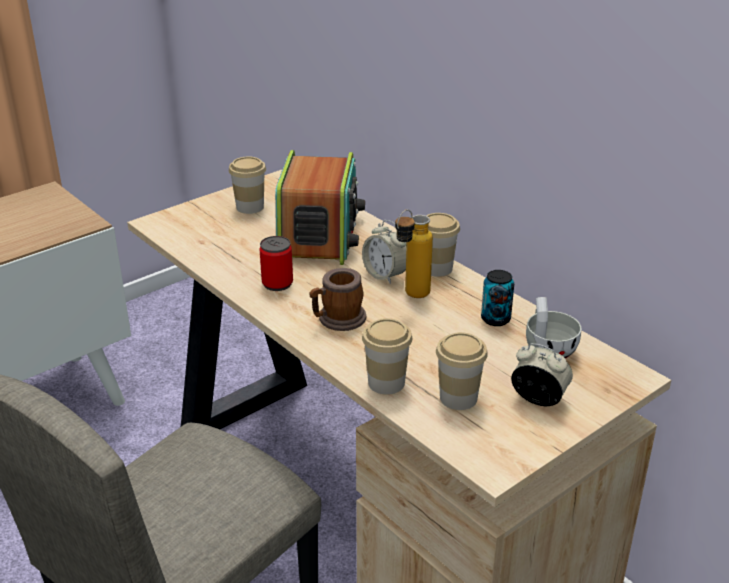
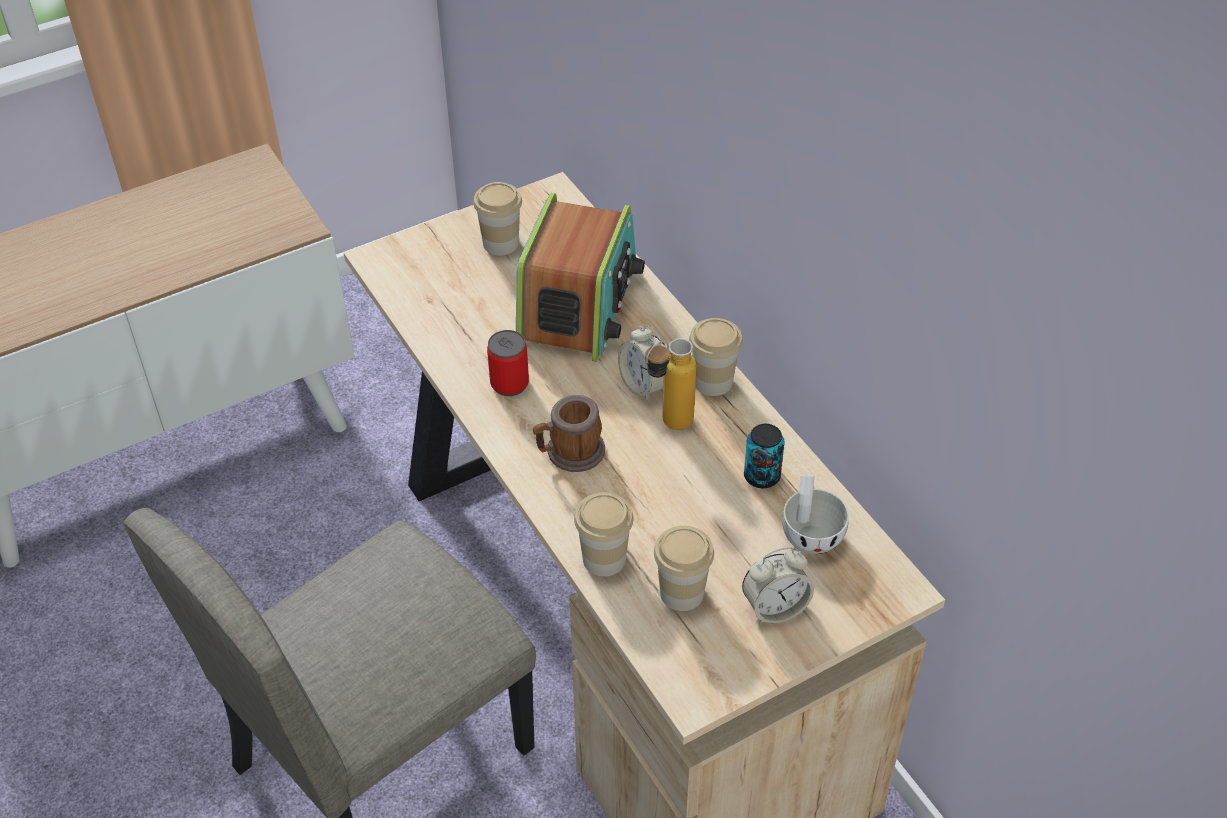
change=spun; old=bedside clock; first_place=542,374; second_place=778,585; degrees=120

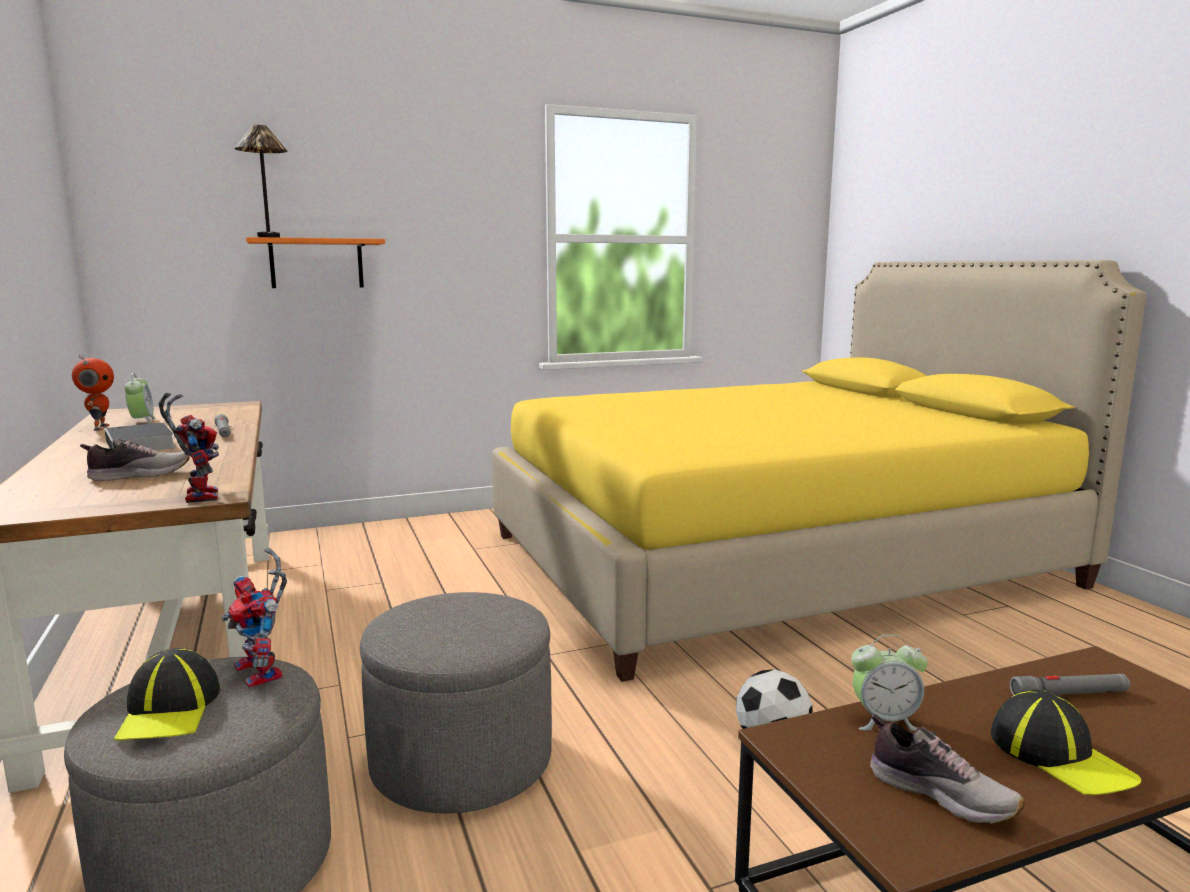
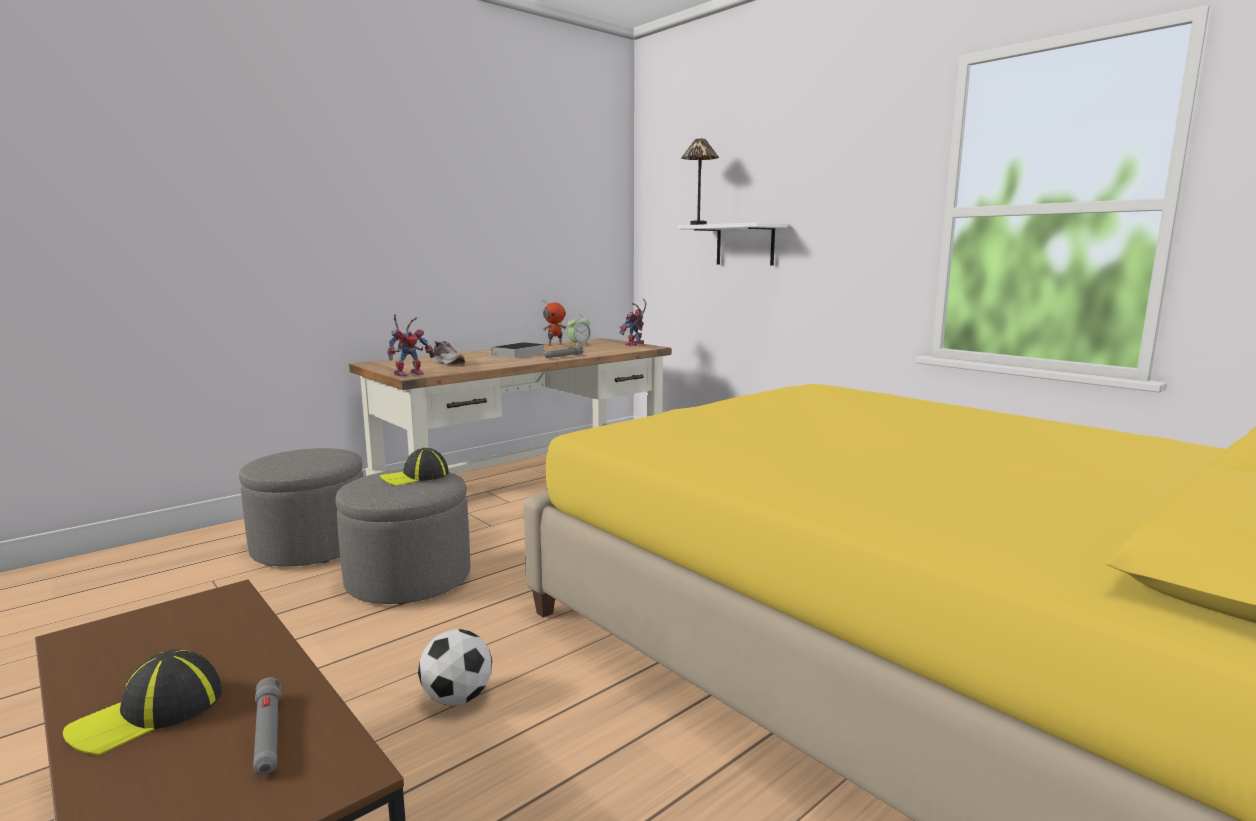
change=missing; old=bedside clock; first_place=889,683
change=missing; old=shoe; first_place=947,769
change=relocated; old=baseball cap; first_place=167,694; second_place=414,467
change=relocated; old=toy robot; first_place=254,618; second_place=632,322
change=colour; old=orange-coloured wall shelf; new=whitish wall shelf; first_place=315,262; second_place=733,243

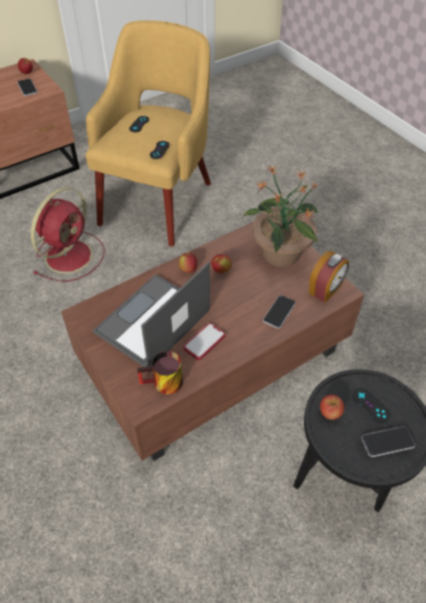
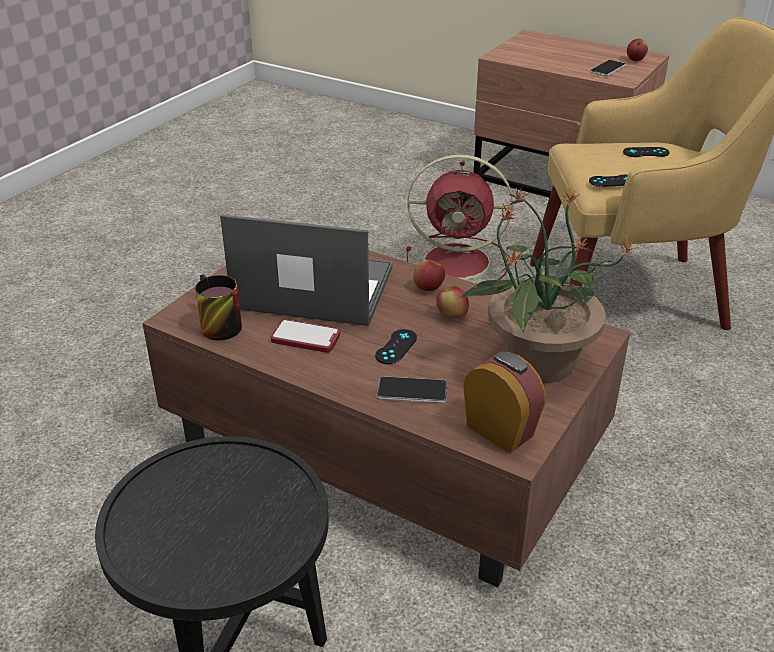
change=missing; old=whole apple; first_place=332,407
change=missing; old=handset; first_place=388,441
change=relocated; old=black game controller; first_place=371,405; second_place=396,346
change=spun; old=bedside clock; first_place=329,276; second_place=504,402; degrees=-150

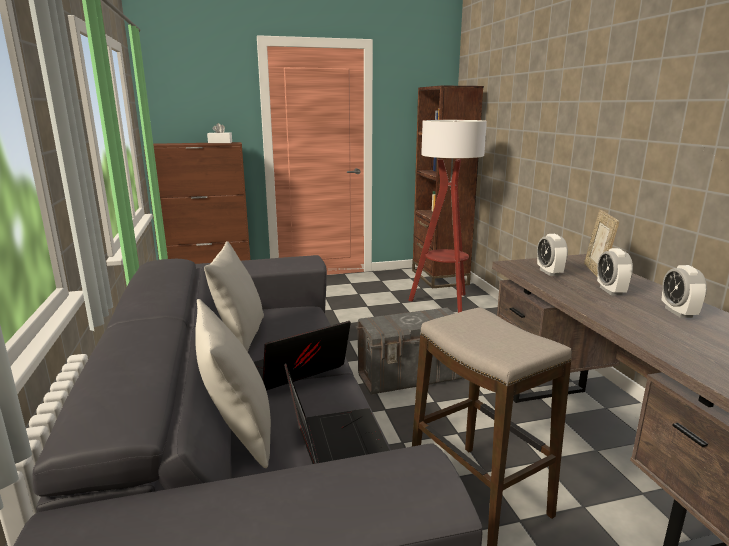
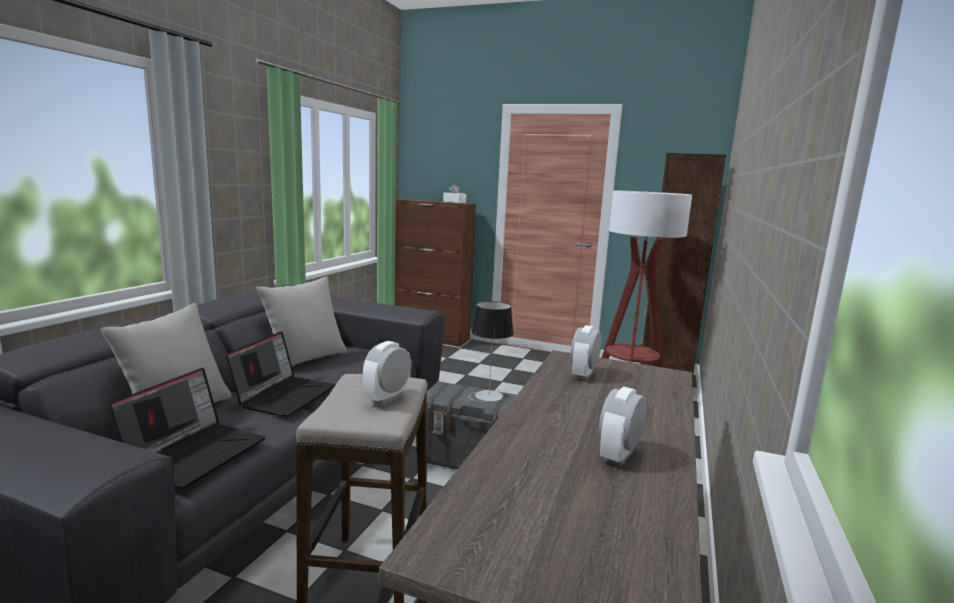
change=missing; old=picture frame; first_place=601,243
change=appeared; new=table lamp; second_place=492,351
change=relocated; old=bedside clock; first_place=615,271; second_place=387,373
change=spun; old=notebook computer; first_place=302,356; second_place=281,374; degrees=105

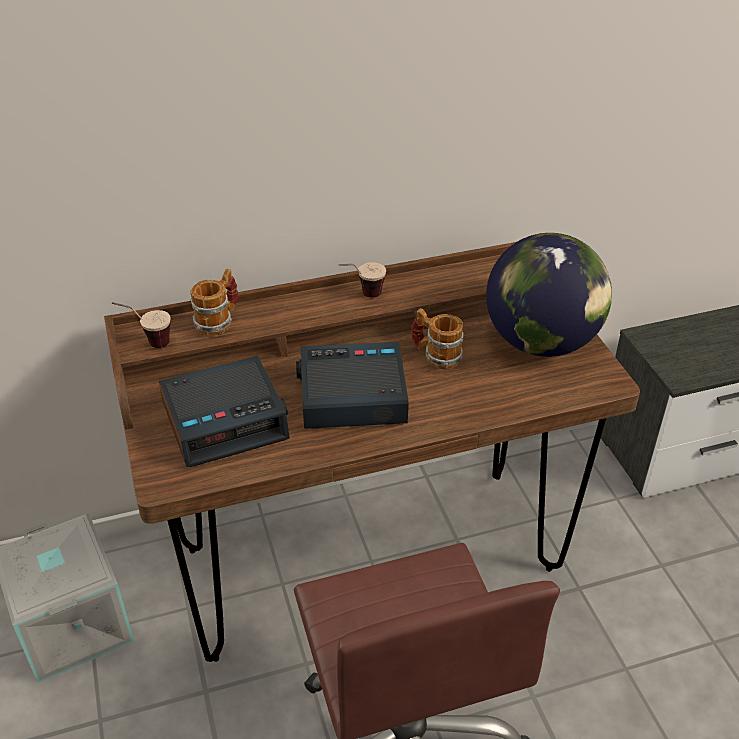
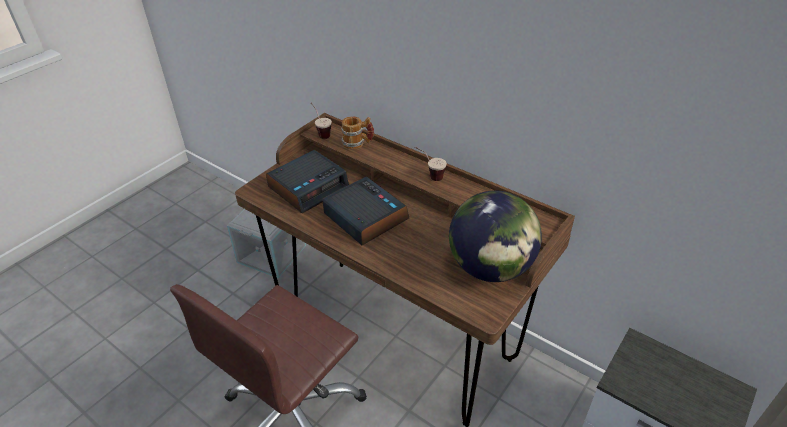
change=missing; old=coffee mug; first_place=437,339
change=spun; old=bedside clock; first_place=224,412; second_place=307,181; degrees=-75

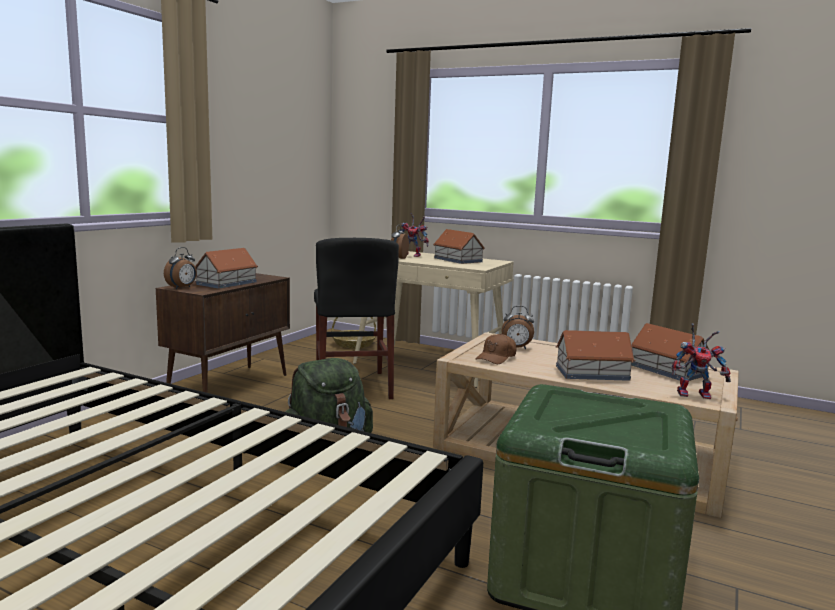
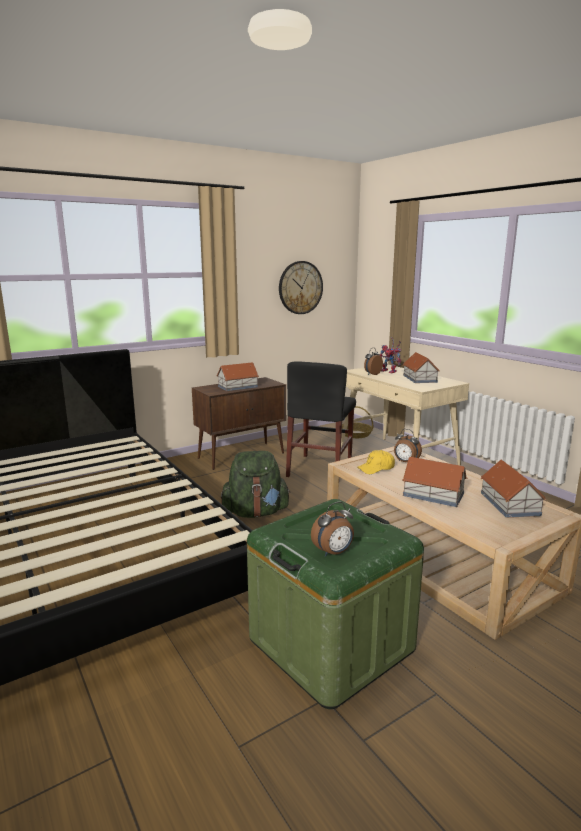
change=missing; old=toy robot; first_place=701,361
change=appeared; new=wall clock; second_place=301,287
change=relocated; old=bedside clock; first_place=180,268; second_place=332,529
change=colour; old=brown-coloured baseball cap; new=yellow-coloured baseball cap; first_place=496,349; second_place=376,462

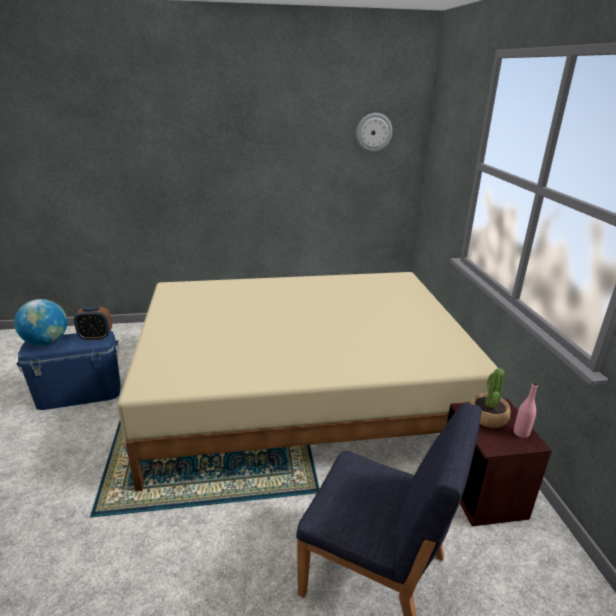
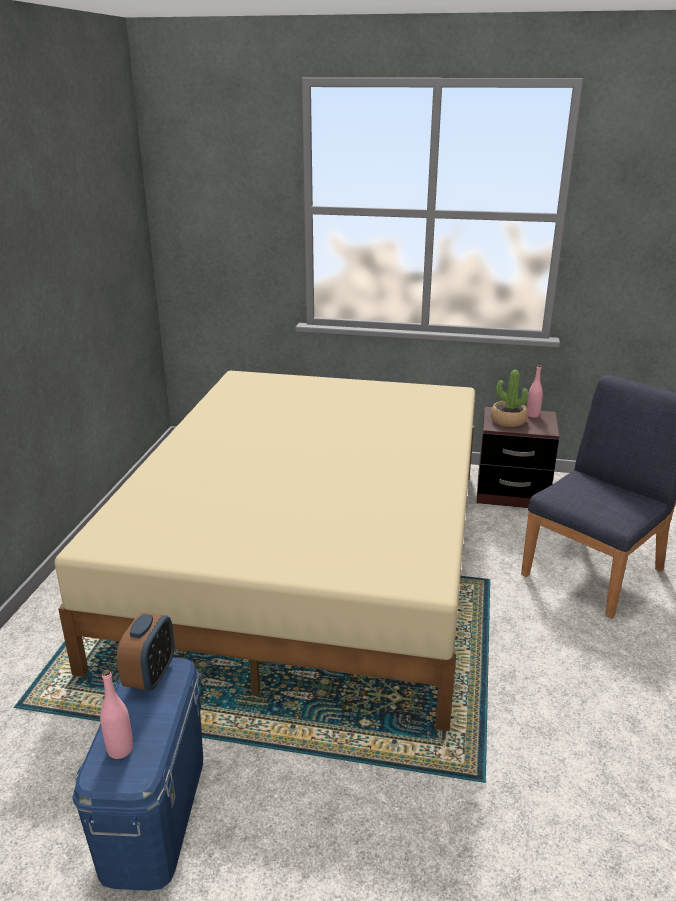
change=missing; old=wall clock; first_place=374,132
change=exchanged; old=world globe; new=pinkish drink bottle; first_place=40,322; second_place=116,714

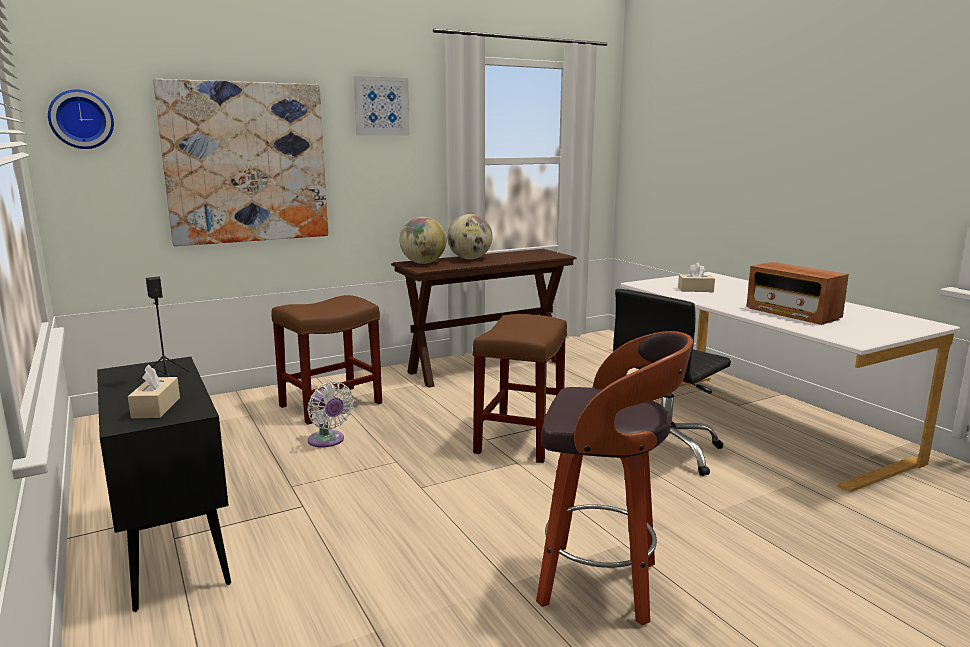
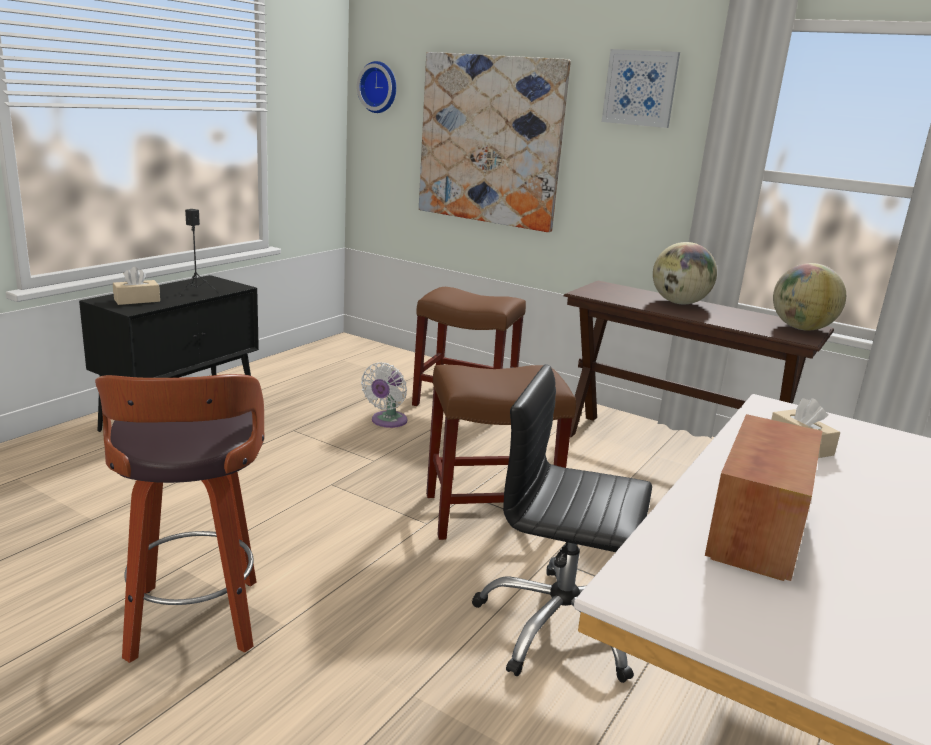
change=relocated; old=world globe; first_place=423,240; second_place=809,297

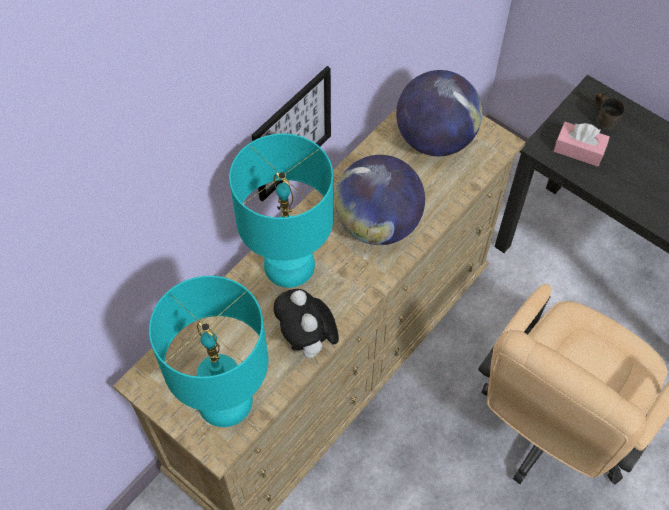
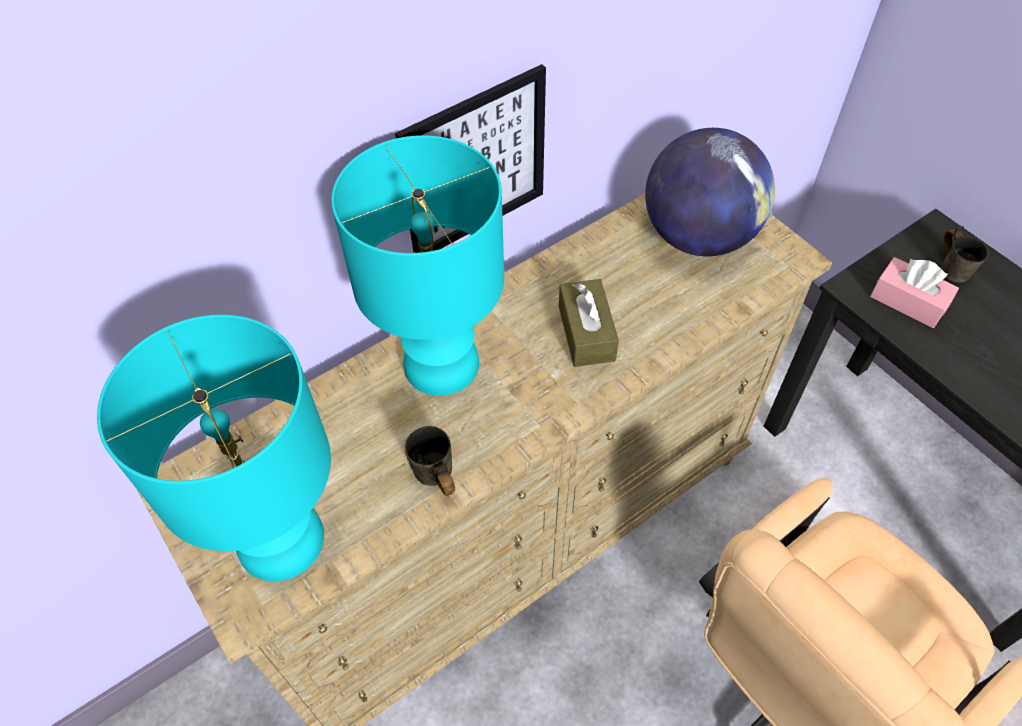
change=exchanged; old=cuddly toy; new=gray coffee mug; first_place=306,326; second_place=430,461
change=exchanged; old=world globe; new=brown-coloured tissue box; first_place=380,200; second_place=589,323

